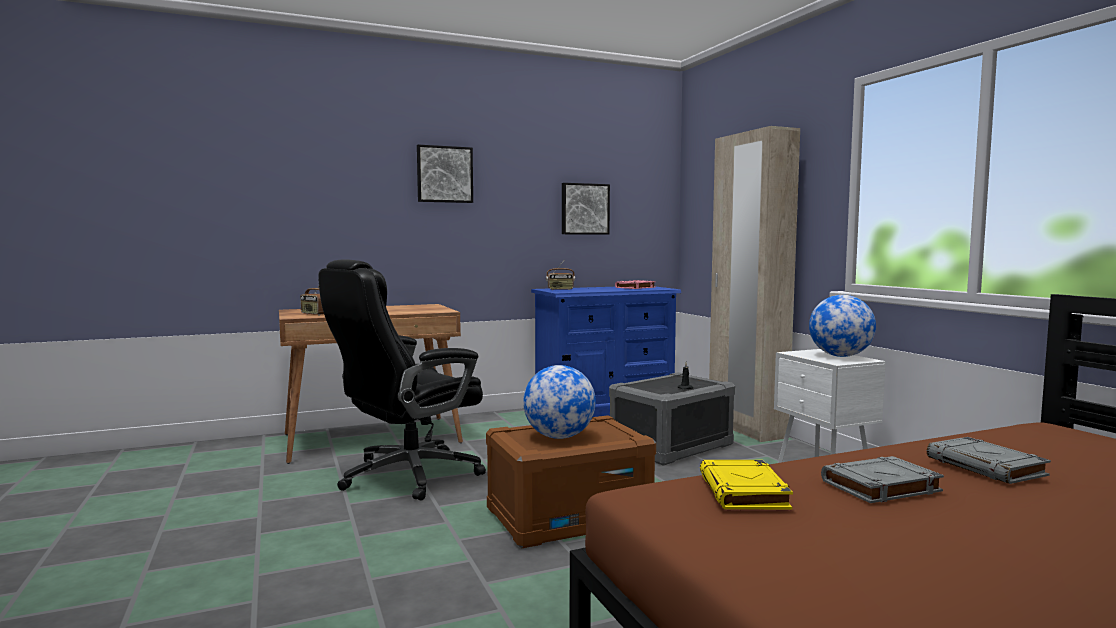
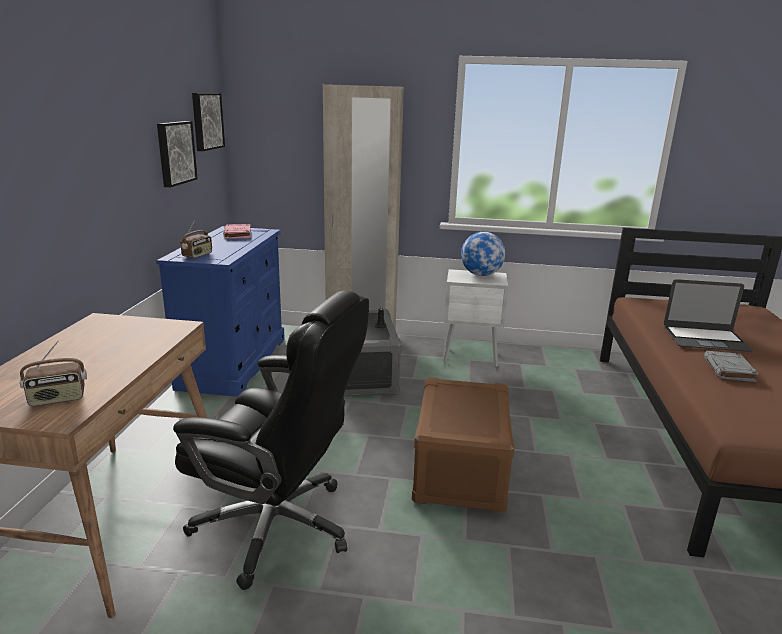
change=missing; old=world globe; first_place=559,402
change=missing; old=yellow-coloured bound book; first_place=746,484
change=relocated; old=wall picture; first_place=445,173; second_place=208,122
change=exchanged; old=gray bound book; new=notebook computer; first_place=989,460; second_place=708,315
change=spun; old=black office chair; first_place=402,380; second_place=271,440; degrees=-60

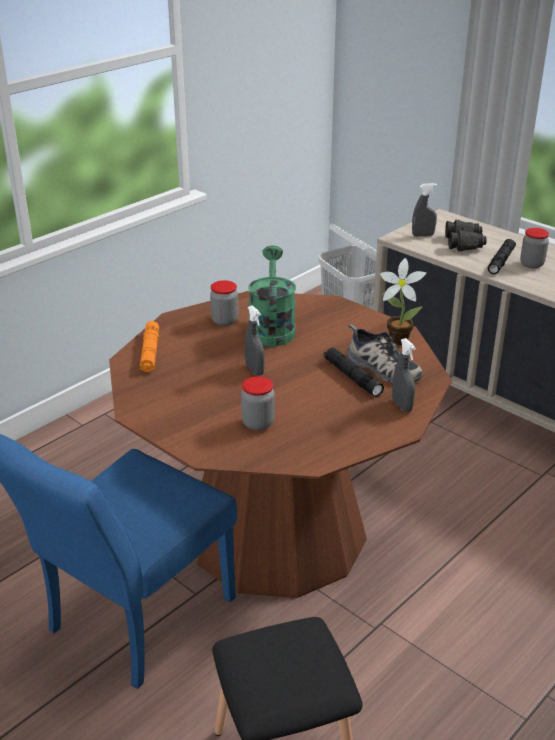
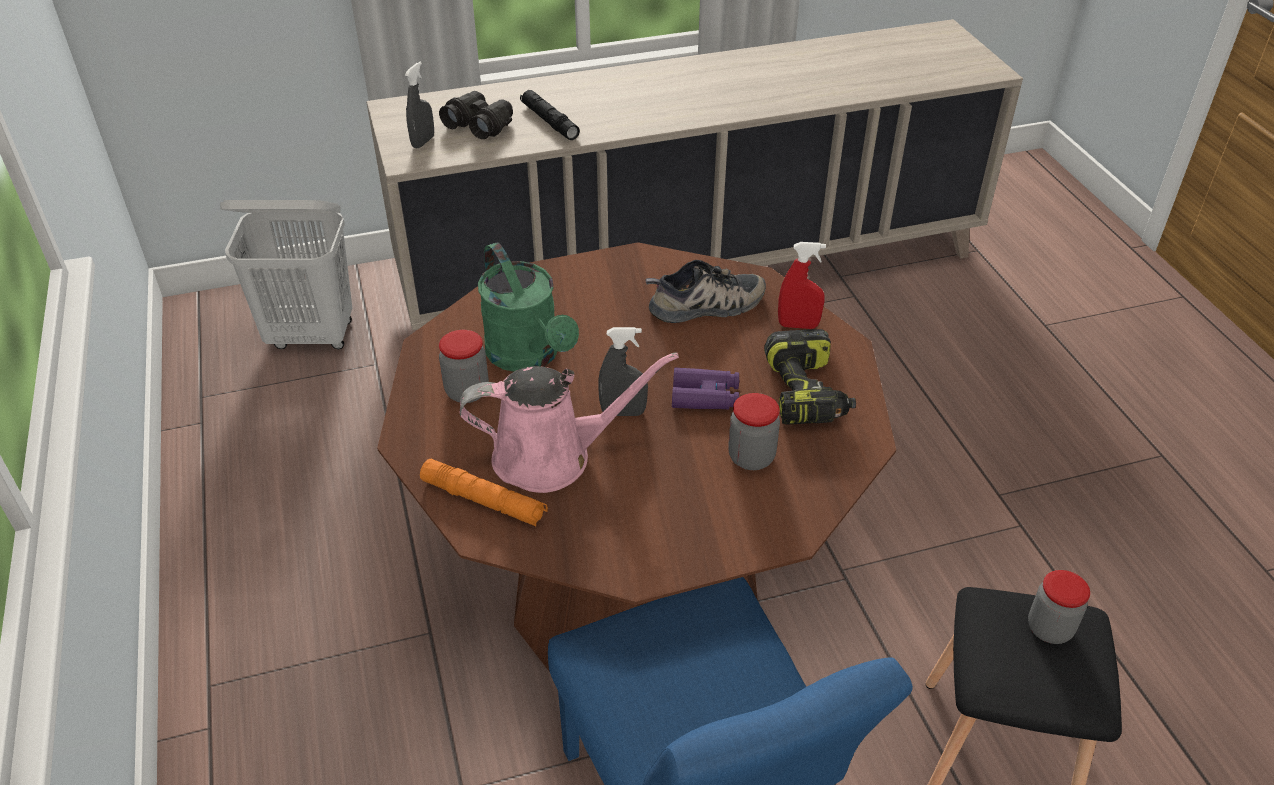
change=missing; old=black flashlight; first_place=354,372
change=missing; old=houseplant; first_place=403,301
change=appeared; new=pinkish watering pot; second_place=569,422
change=appeared; new=purple-coloured binoculars; second_place=705,388
change=appeared; new=drill; second_place=810,377
change=relocated; old=storage jar; first_place=534,248; second_place=1059,607
change=colour; old=gray spray bottle; new=red-coloured spray bottle; first_place=404,375; second_place=802,285
change=spun; old=green watering pot; first_place=272,296; second_place=528,307; degrees=-150

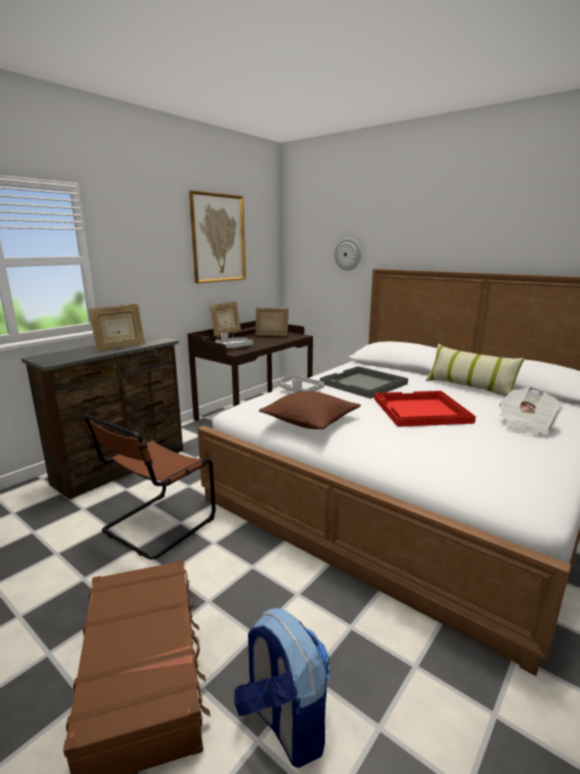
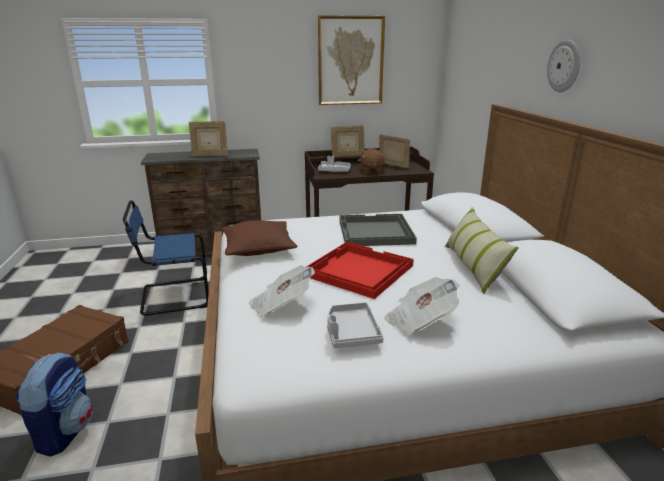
change=appeared; new=daily paper; second_place=282,291
change=appeared; new=brown-coloured cuddly toy; second_place=373,161
change=relocated; old=gray serving tray; first_place=301,383; second_place=355,325
change=relocated; old=wall clock; first_place=347,254; second_place=563,66
change=colour; old=brown-coloured chair; new=blue chair; first_place=149,487; second_place=166,258

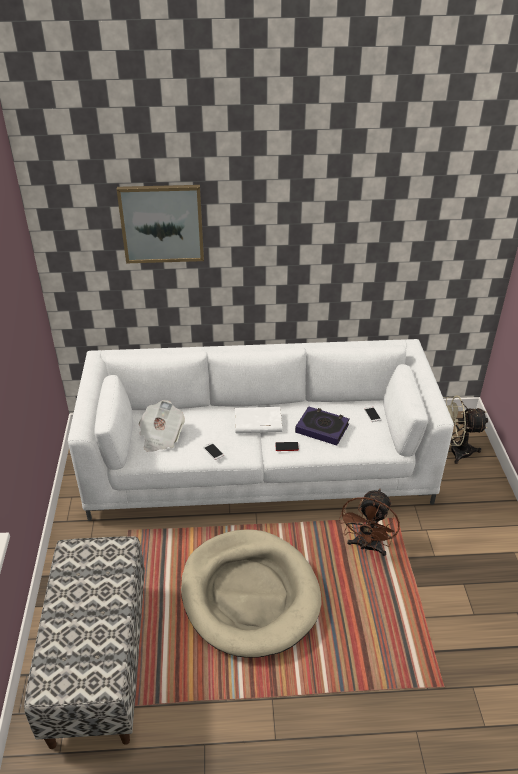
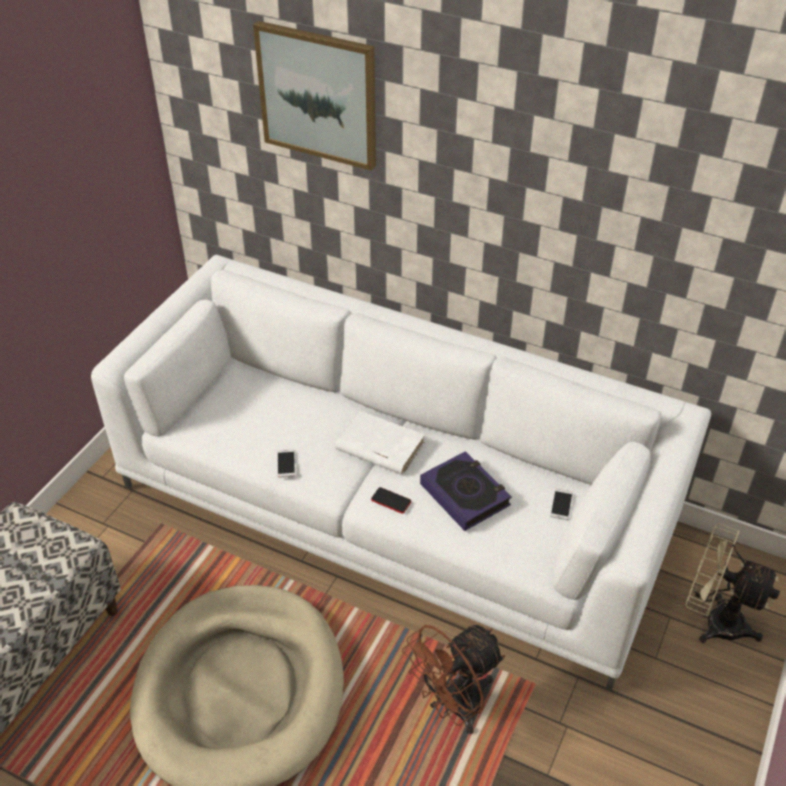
change=missing; old=daily paper; first_place=162,426

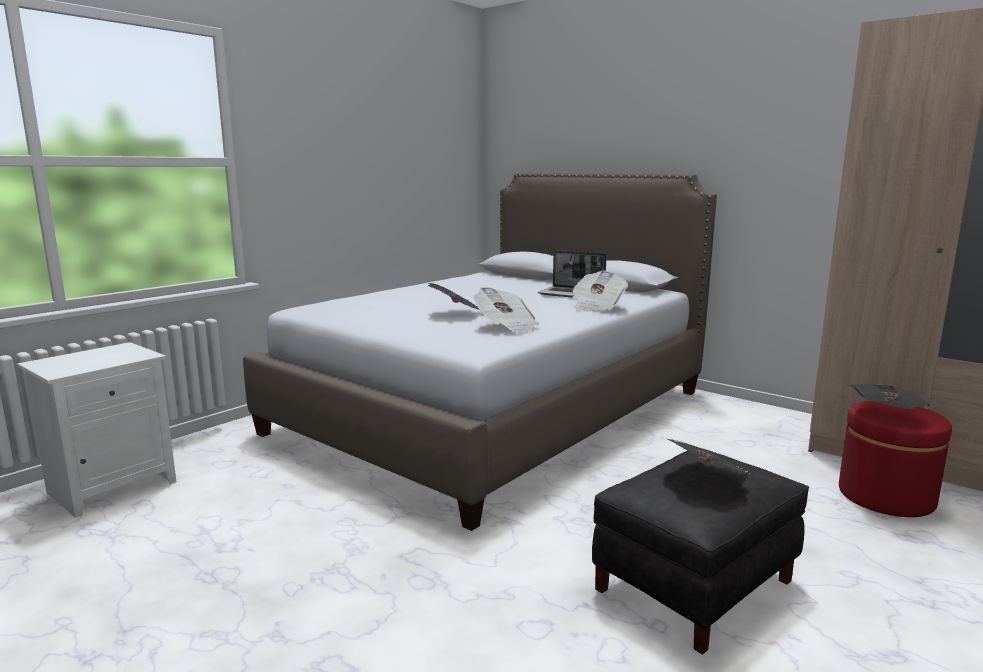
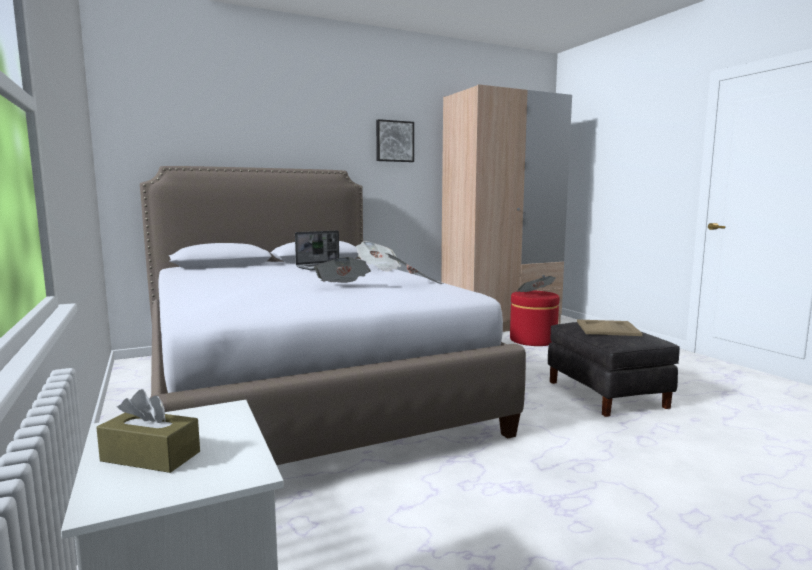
change=appeared; new=brown-coloured tissue box; second_place=148,431
change=appeared; new=wall picture; second_place=395,140
change=exchanged; old=daily paper; new=sand-coloured serving tray; first_place=705,455; second_place=610,327

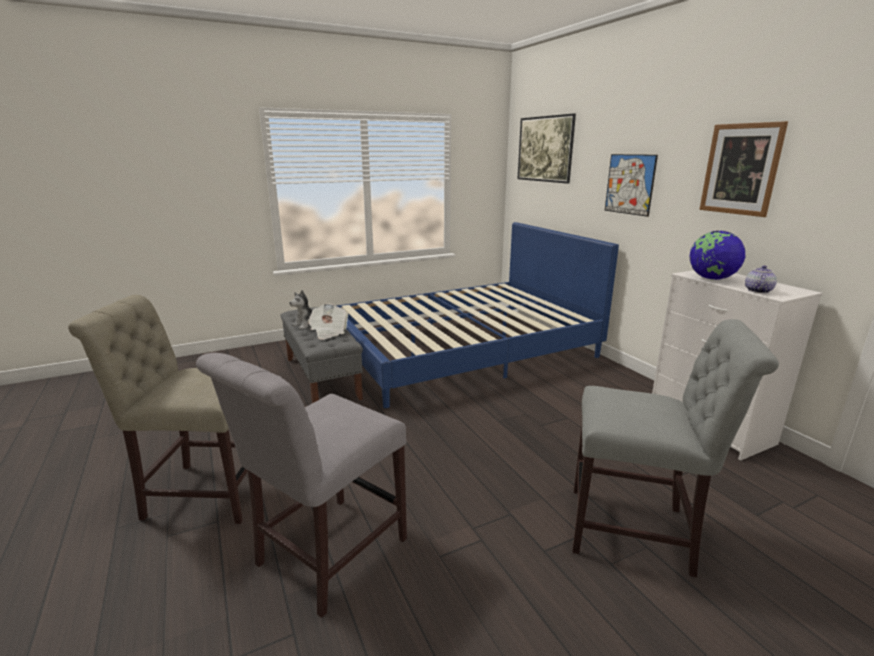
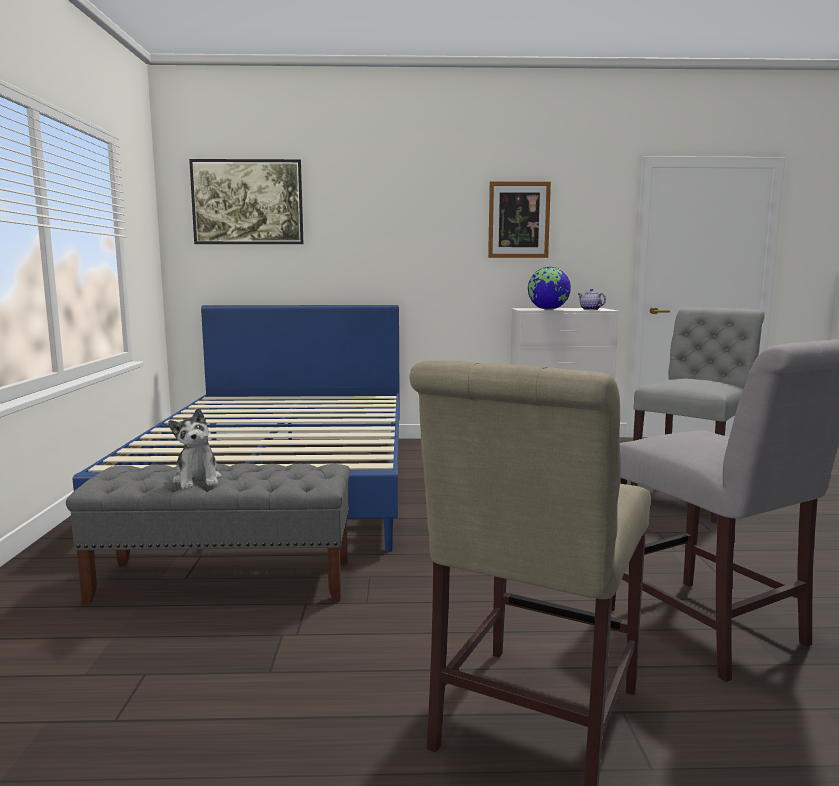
change=missing; old=daily paper; first_place=328,321
change=missing; old=wall picture; first_place=631,185

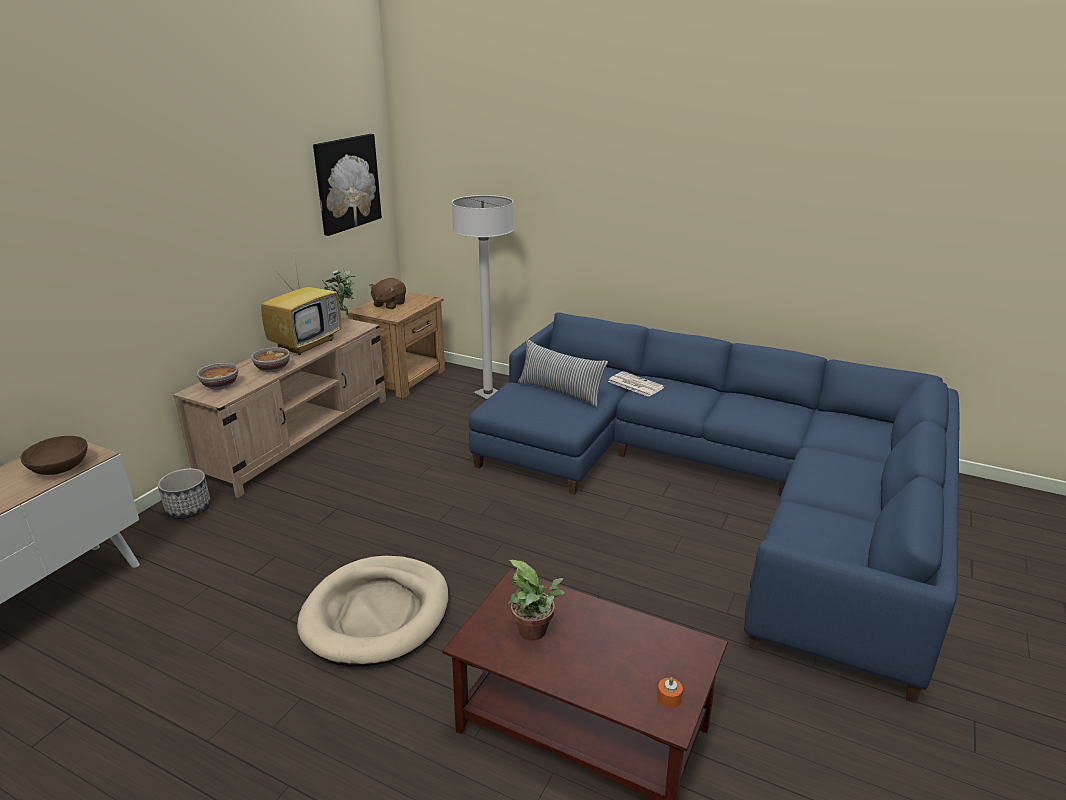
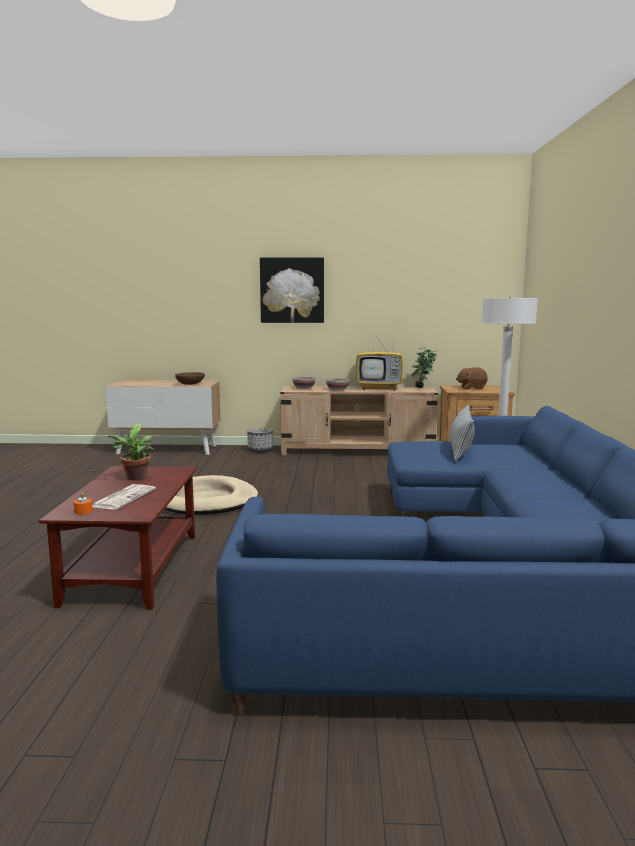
change=relocated; old=wall picture; first_place=347,185; second_place=292,290
change=relocated; old=daily paper; first_place=636,384; second_place=124,496

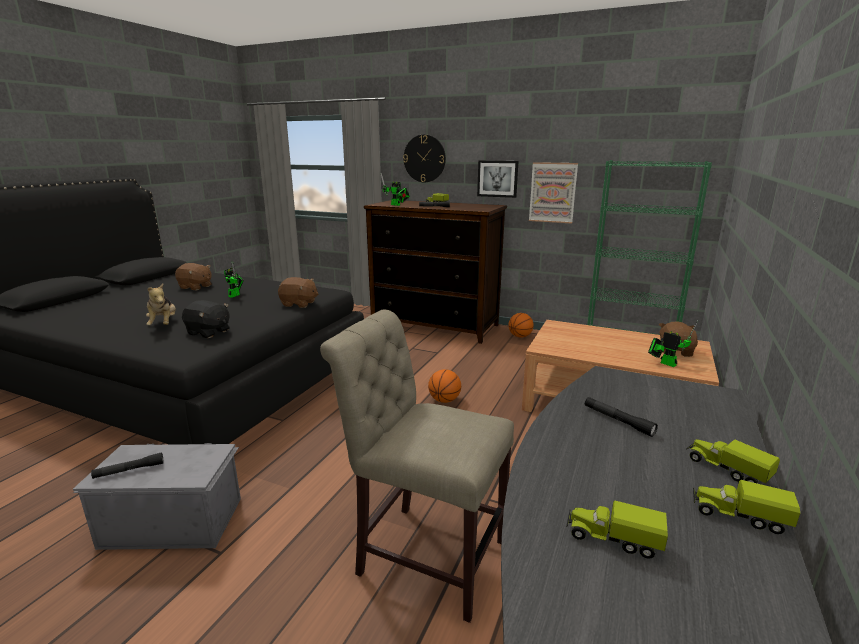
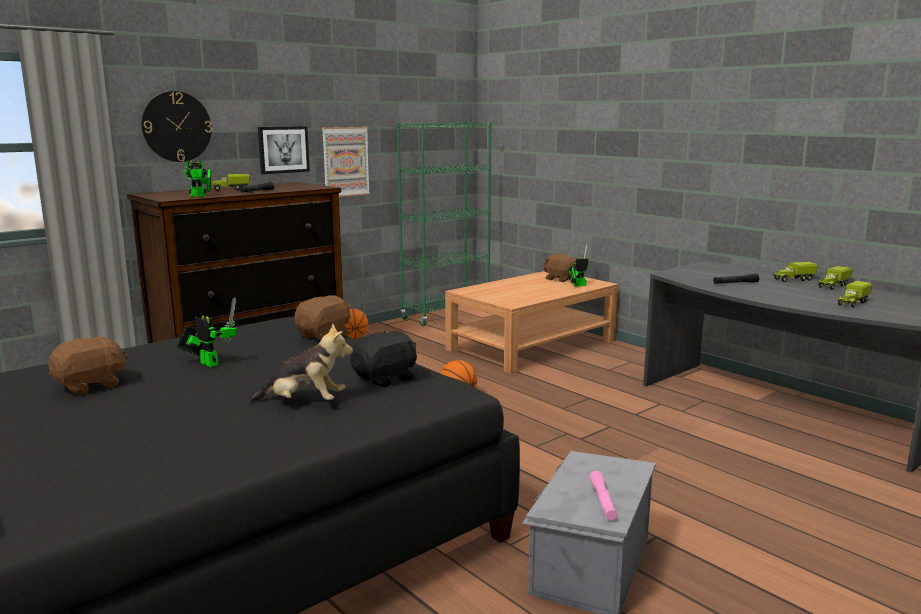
change=missing; old=sand-coloured chair; first_place=417,466
change=colour; old=black flashlight; new=pinkish flashlight; first_place=127,465; second_place=603,495

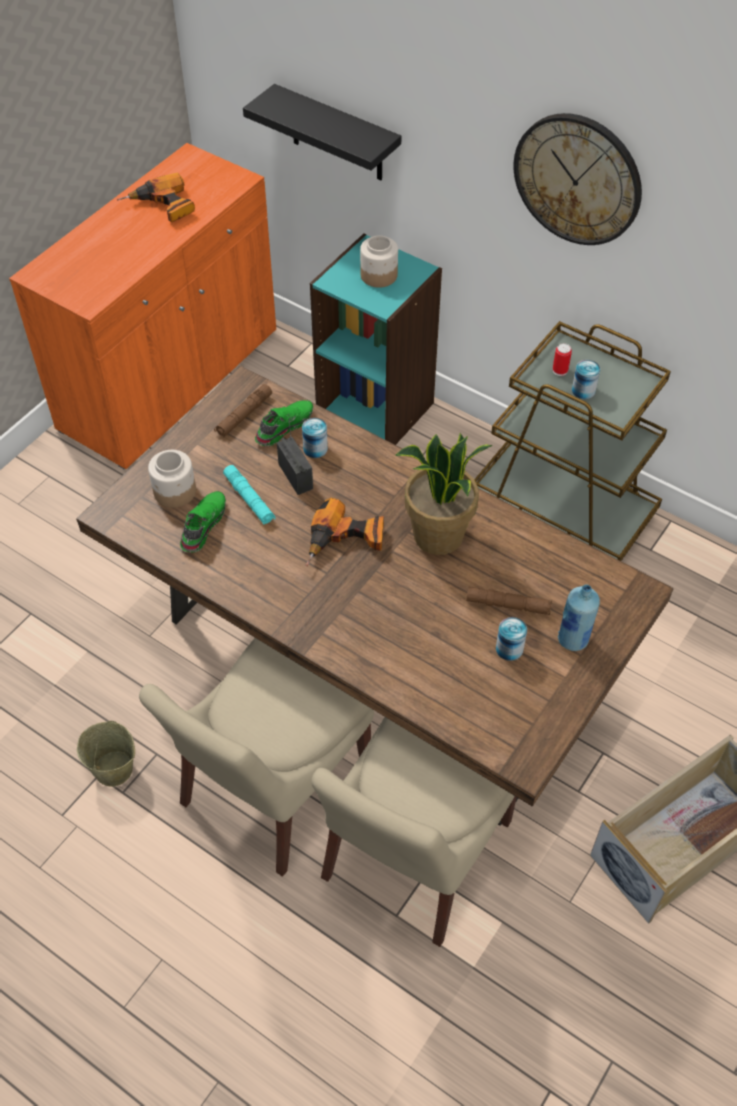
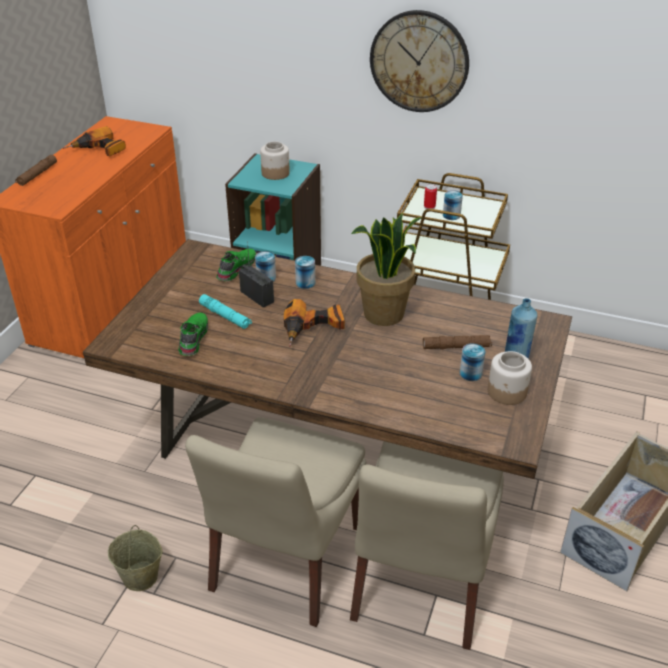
change=missing; old=black wall shelf; first_place=322,132
change=appeared; new=metal can; second_place=305,272
change=relocated; old=storage jar; first_place=172,479; second_place=510,378
change=relocated; old=brown-coloured flashlight; first_place=243,410; second_place=36,170

